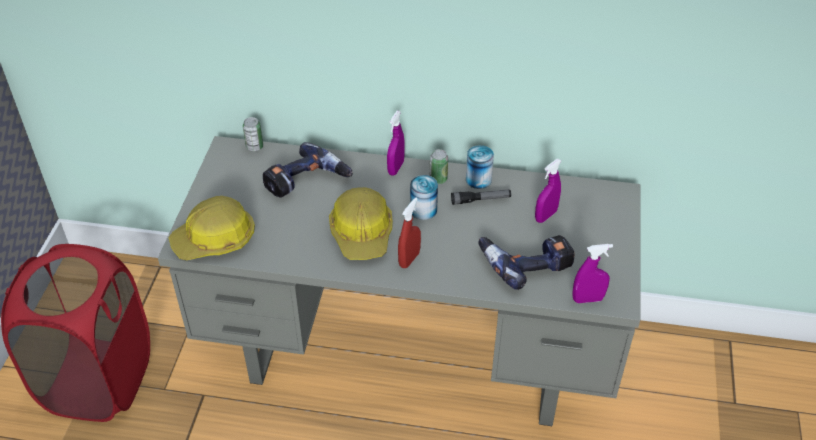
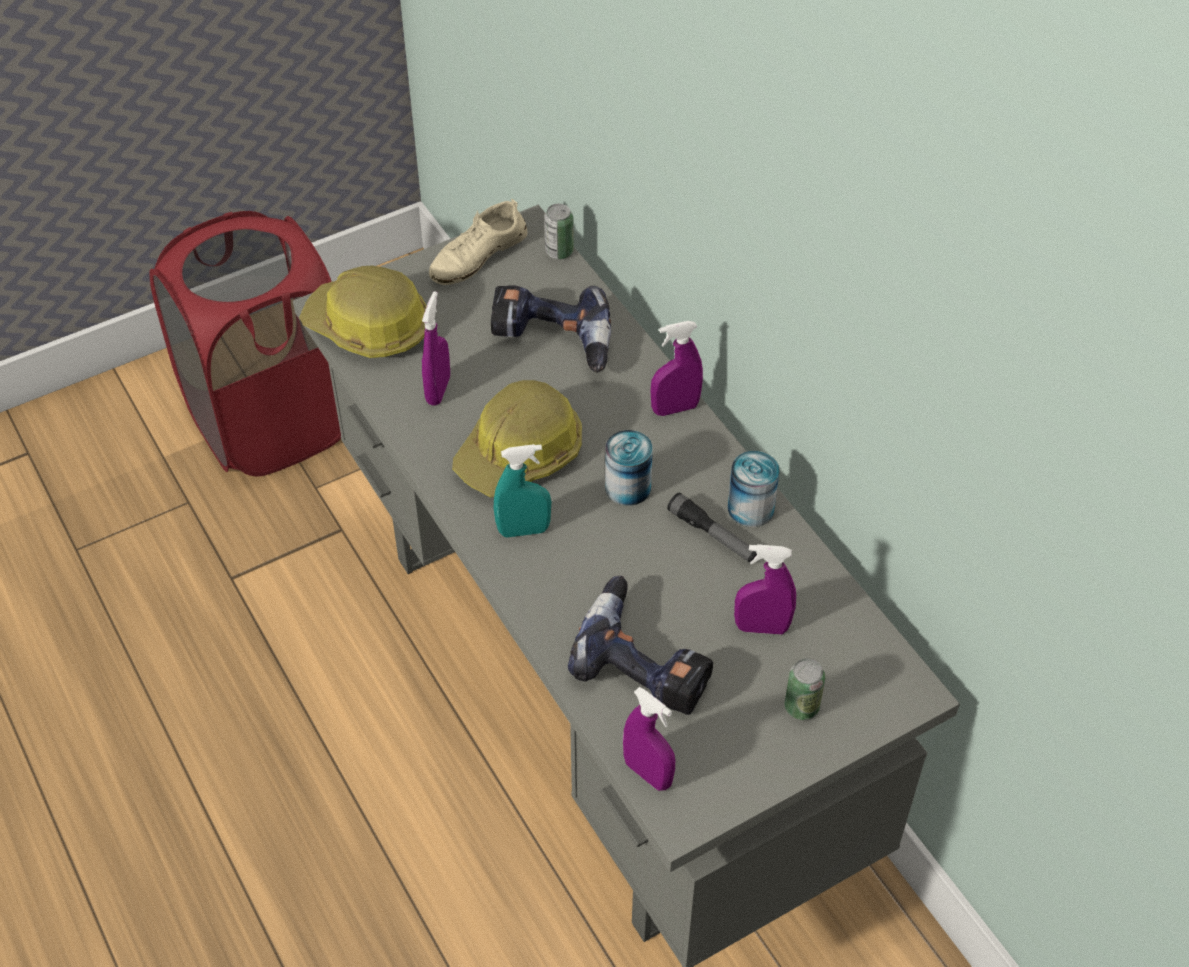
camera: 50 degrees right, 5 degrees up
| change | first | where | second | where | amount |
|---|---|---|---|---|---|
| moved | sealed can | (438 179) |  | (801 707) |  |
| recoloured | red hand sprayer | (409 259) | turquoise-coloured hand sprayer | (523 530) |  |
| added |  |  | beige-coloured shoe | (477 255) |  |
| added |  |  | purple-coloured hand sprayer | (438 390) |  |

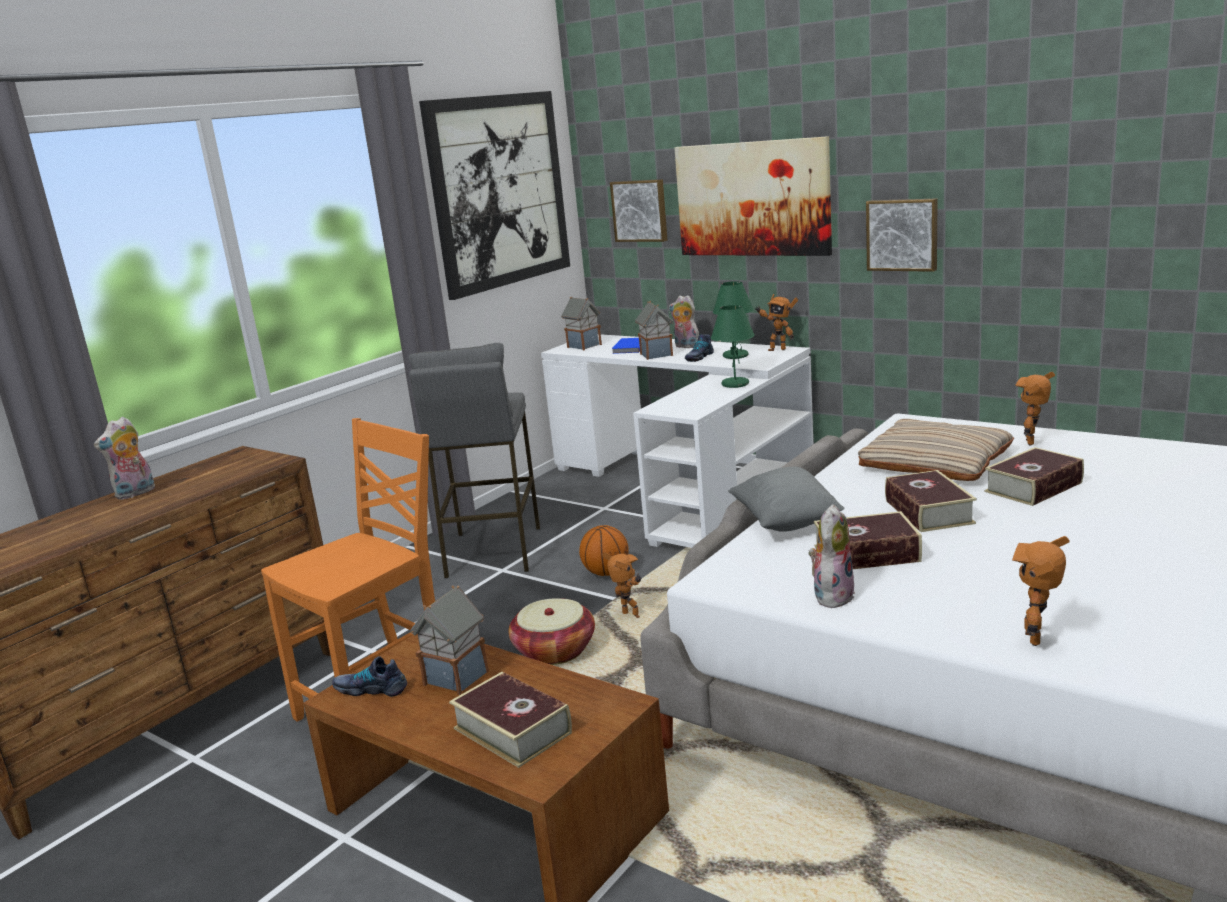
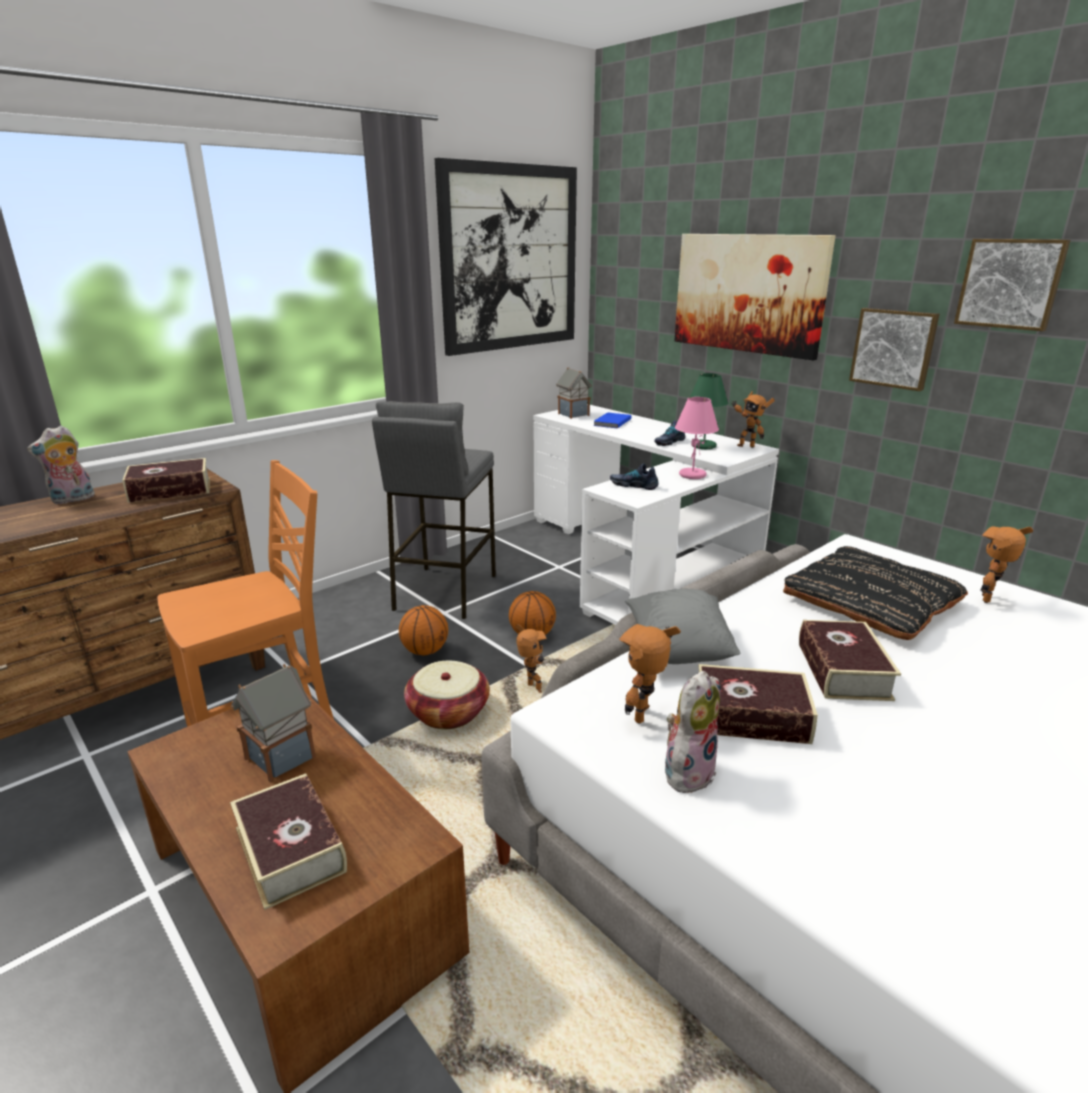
camera: 10 degrees right, 5 degrees up
| change | first | where | second | where | amount |
|---|---|---|---|---|---|
| moved | wall picture | (640 210) |  | (1010 283) |  |
| removed | plush toy | (685 346) |  |  |  |
| removed | miniature house | (657 355) |  |  |  |
| recoloured | green lamp for a table | (735 384) | pinkish lamp for a table | (692 475) |  |
| recoloured | beige-coloured pillow | (936 461) | blackish pillow | (871 602) |  |
| moved | bound book | (1033 487) |  | (170 490) |  |
| moved | toy robot | (1037 638) |  | (647 716) |  |
| moved | shoe | (371 689) |  | (634 485) |  |
| added |  |  | ball for basketball | (425 651) |  |

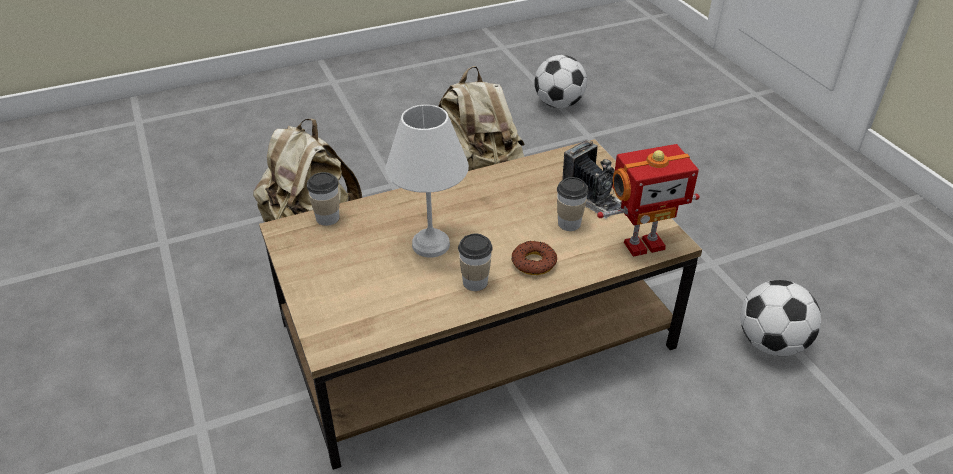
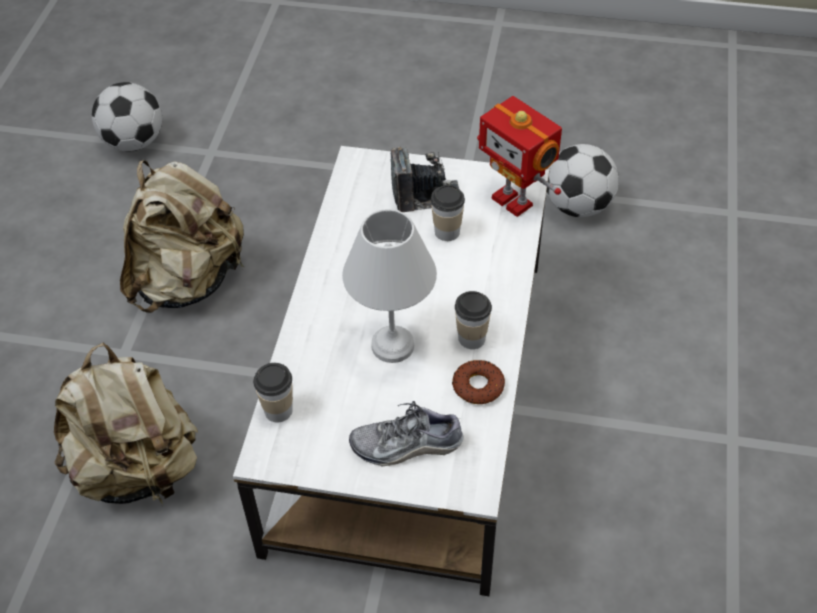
camera: 55 degrees left, 10 degrees up
| change | first | where | second | where | amount |
|---|---|---|---|---|---|
| recoloured | brown low table | (478 333) | white-coloured low table | (410 395) |  |
| turned | toy robot | (642 244) |  | (514 200) | 120 degrees clockwise |
| moved | donut | (533 262) |  | (478 386) |  |
| added |  |  | shoe | (406 445) |  |

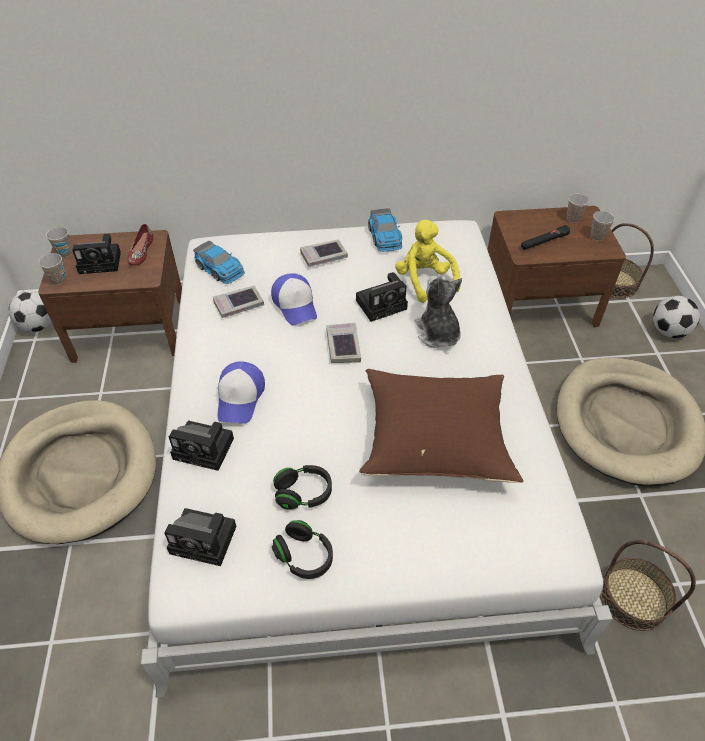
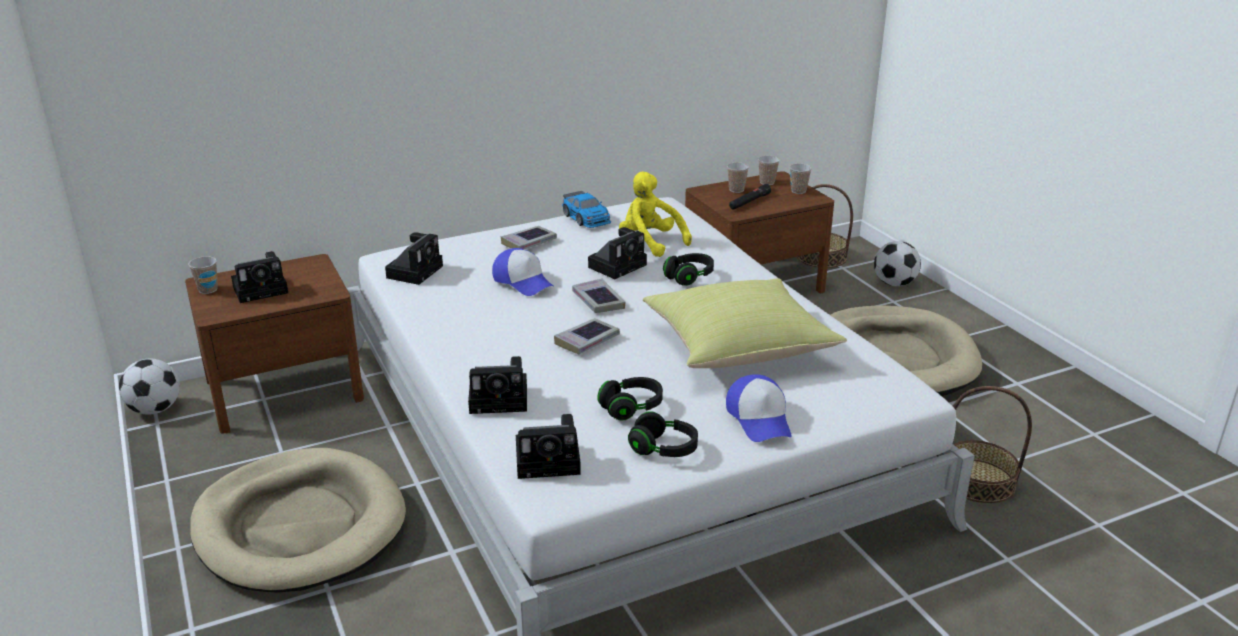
camera: 20 degrees left, 20 degrees down
| change | first | where | second | where | amount |
|---|---|---|---|---|---|
| removed | red shoe | (140 252) |  |  |  |
| replaced | model car | (220 269) | photo camera | (415 271) |  |
| moved | small cup | (58 280) |  | (736 190) |  |
| replaced | plush toy | (437 333) | blackish pair of headphones | (689 277) |  |
| moved | bound book | (239 304) |  | (587 341) |  |
| moved | peaked cap | (240 397) |  | (759 419) |  |
| recoloured | brown pillow | (436 440) | yellow pillow | (739 348) |  |

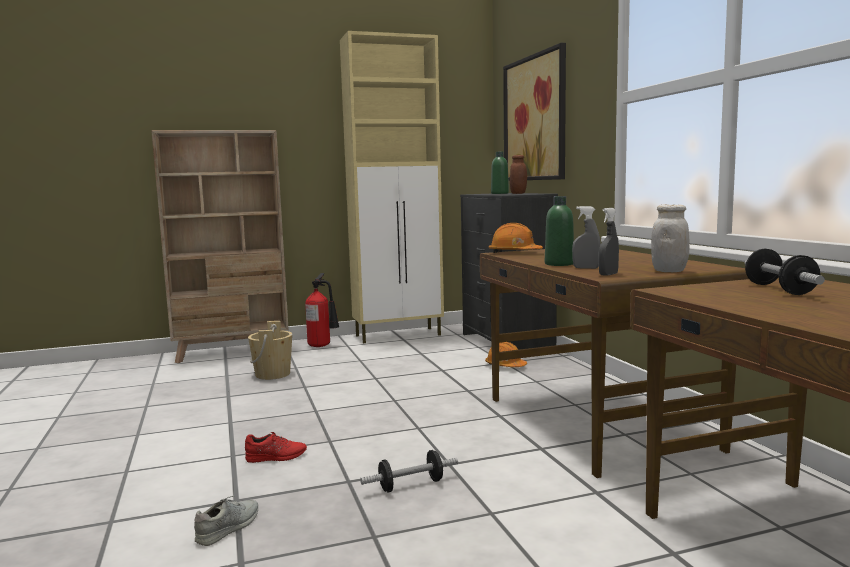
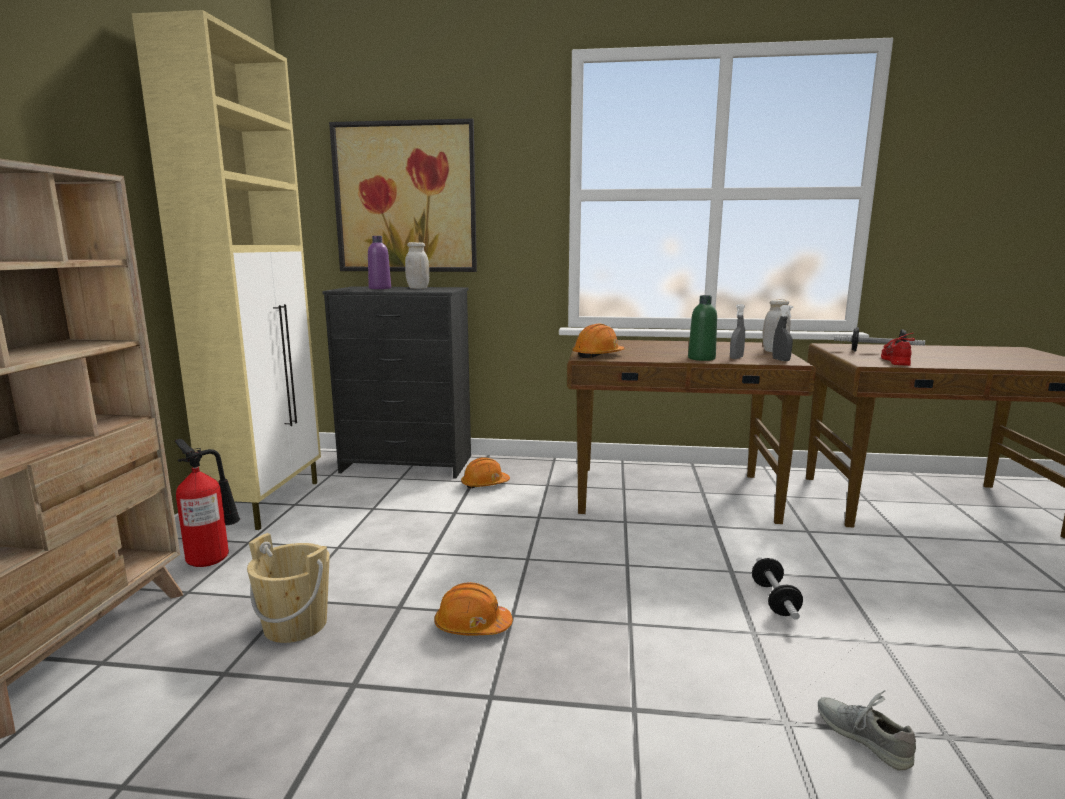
camera: 65 degrees left, 5 degrees up
| change | first | where | second | where | amount |
|---|---|---|---|---|---|
| recoloured | green drink bottle | (499 193) | purple-coloured drink bottle | (380 288) |  |
| recoloured | brown preserve jar | (518 193) | white-coloured preserve jar | (418 288) |  |
| moved | red shoe | (276 457) |  | (895 361) |  |
| added |  |  | orange work helmet | (472 625) |  |

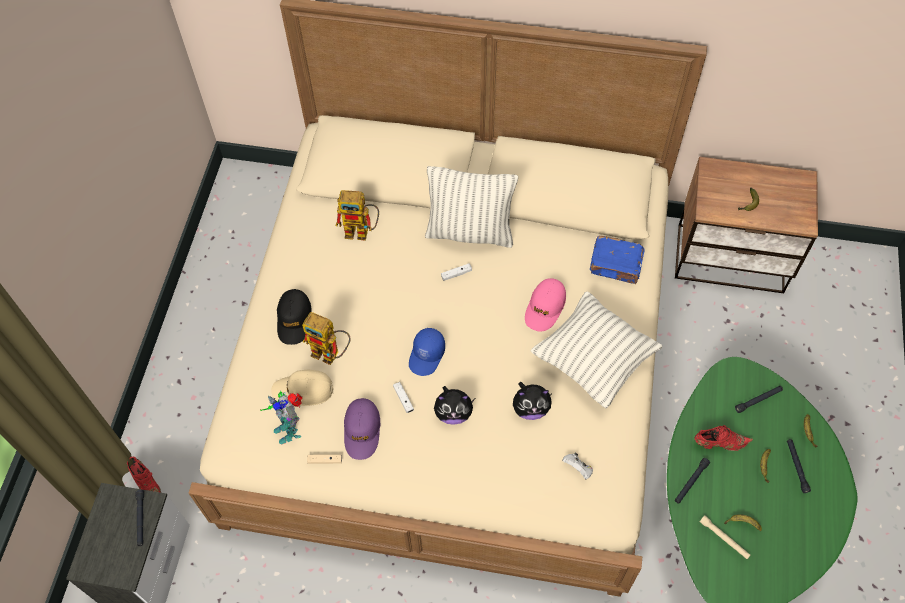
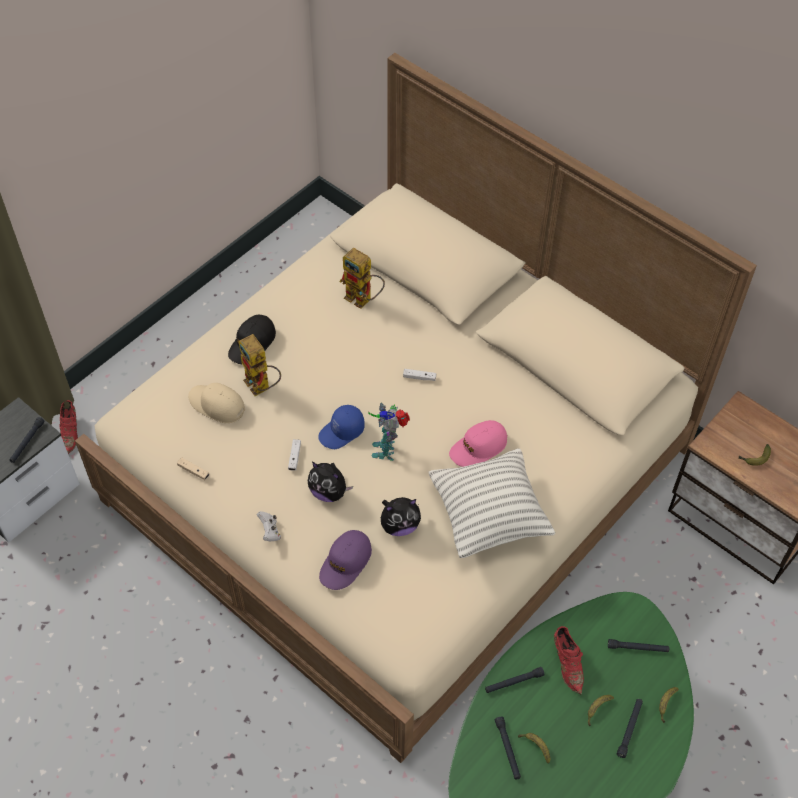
camera: 30 degrees right, 5 degrees down
| change | first | where | second | where | amount |
|---|---|---|---|---|---|
| removed | pillow | (470 232) |  |  |  |
| removed | blue-coloured bound book | (616 265) |  |  |  |
| turned | plush toy | (530 408) |  | (399 525) | 45 degrees counterclockwise |
| moved | toy robot | (289 429) |  | (387 449) |  |
| moved | purple-coloured peaked cap | (362 431) |  | (345 563) |  |
| turned | red shoe | (718 443) |  | (567 664) | 45 degrees clockwise |
| moved | white-coloured game controller | (578 468) |  | (270 531) |  |
| recoloured | beige-coloured hand torch | (724 539) | blackish hand torch | (507 749) |  |

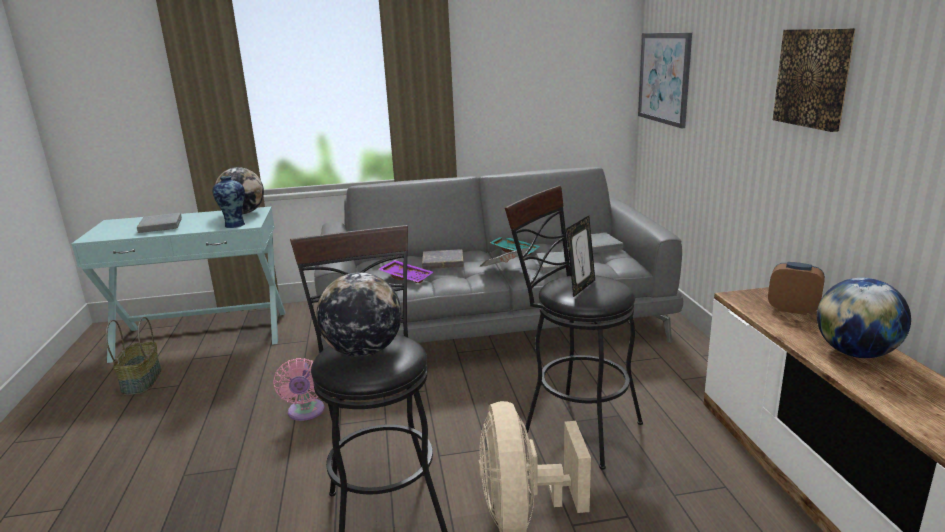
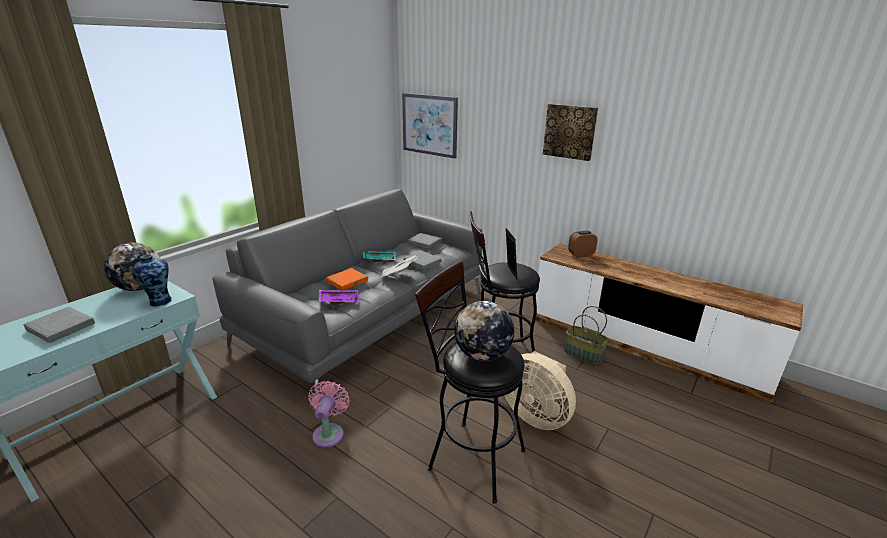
camera: 45 degrees left, 5 degrees up
| change | first | where | second | where | amount |
|---|---|---|---|---|---|
| recoloured | grey bound book | (443 262) | orange bound book | (347 281) |  |
| removed | desk globe | (855 353) |  |  |  |
| moved | household basket | (141 381) |  | (583 354) |  |
| turned | pinkish cooling fan | (306 412) |  | (329 432) | 120 degrees counterclockwise |

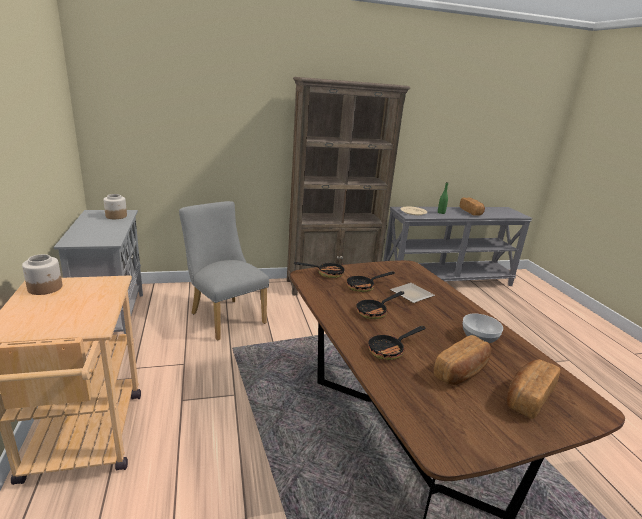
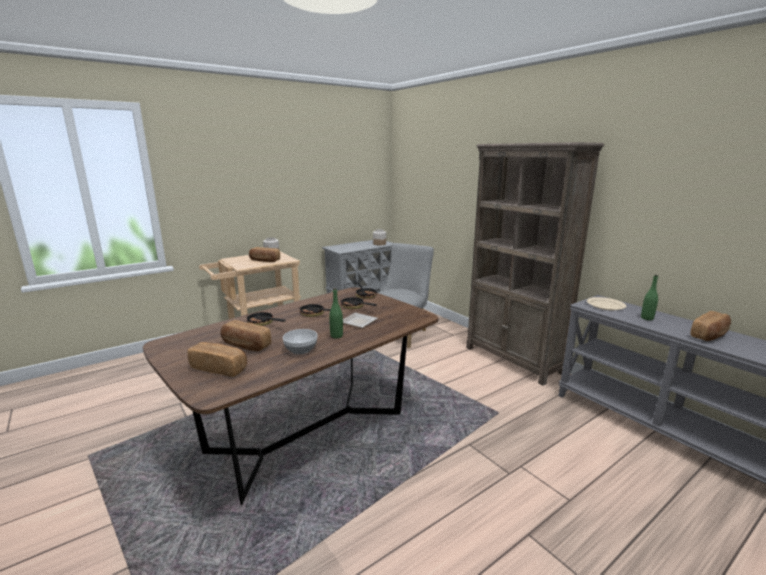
camera: 70 degrees right, 5 degrees down
| change | first | where | second | where | amount |
|---|---|---|---|---|---|
| added |  |  | bread | (264 260) |  |
| added |  |  | green drink bottle | (336 336) |  |

